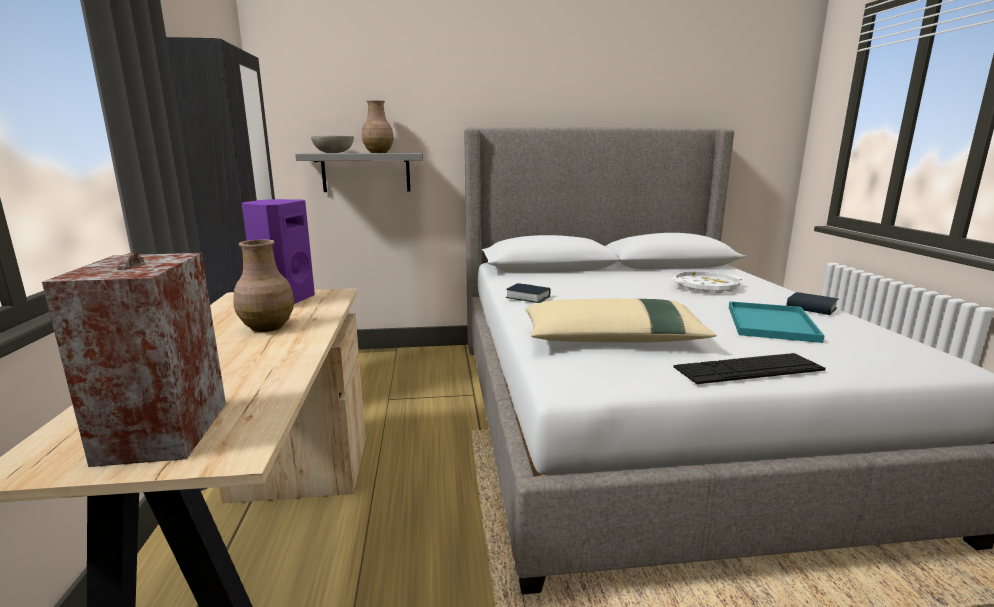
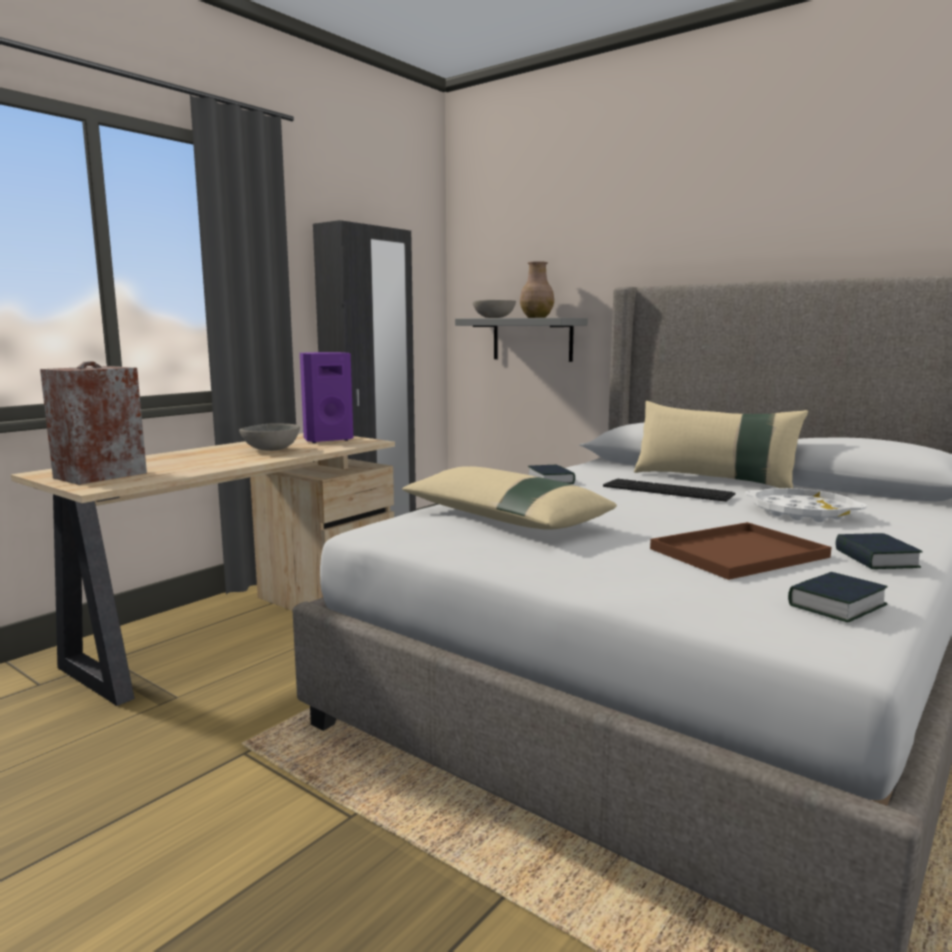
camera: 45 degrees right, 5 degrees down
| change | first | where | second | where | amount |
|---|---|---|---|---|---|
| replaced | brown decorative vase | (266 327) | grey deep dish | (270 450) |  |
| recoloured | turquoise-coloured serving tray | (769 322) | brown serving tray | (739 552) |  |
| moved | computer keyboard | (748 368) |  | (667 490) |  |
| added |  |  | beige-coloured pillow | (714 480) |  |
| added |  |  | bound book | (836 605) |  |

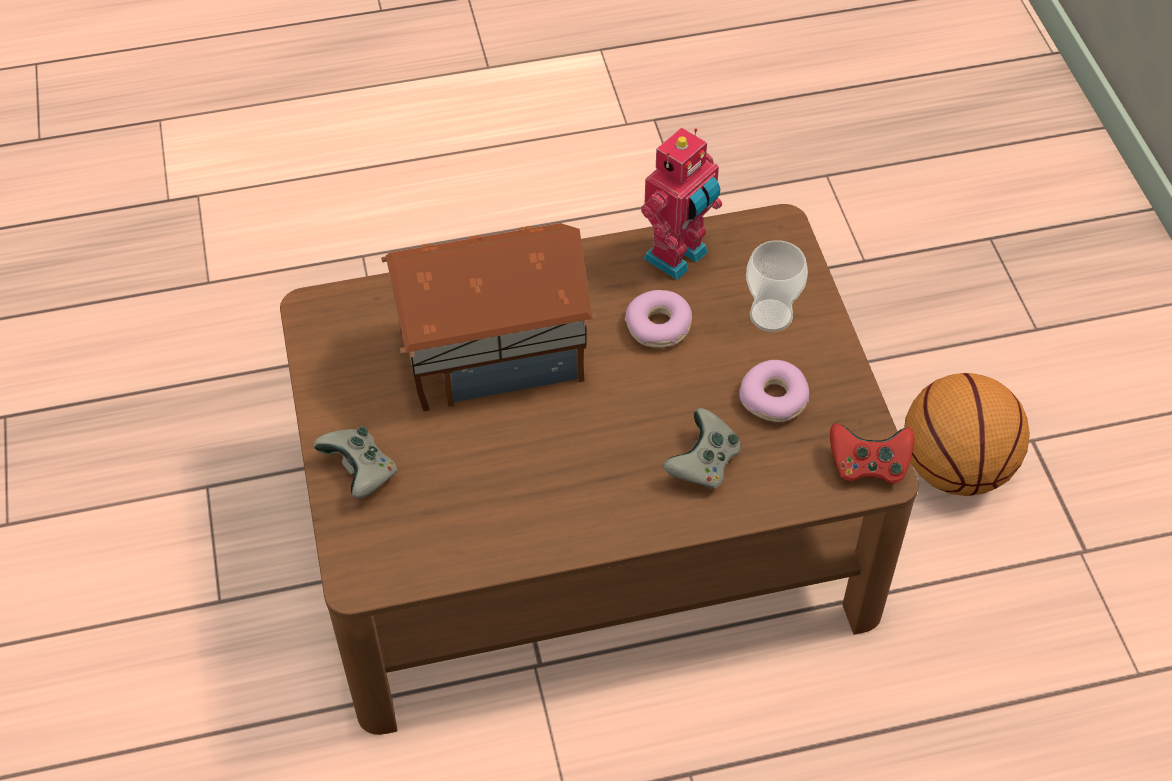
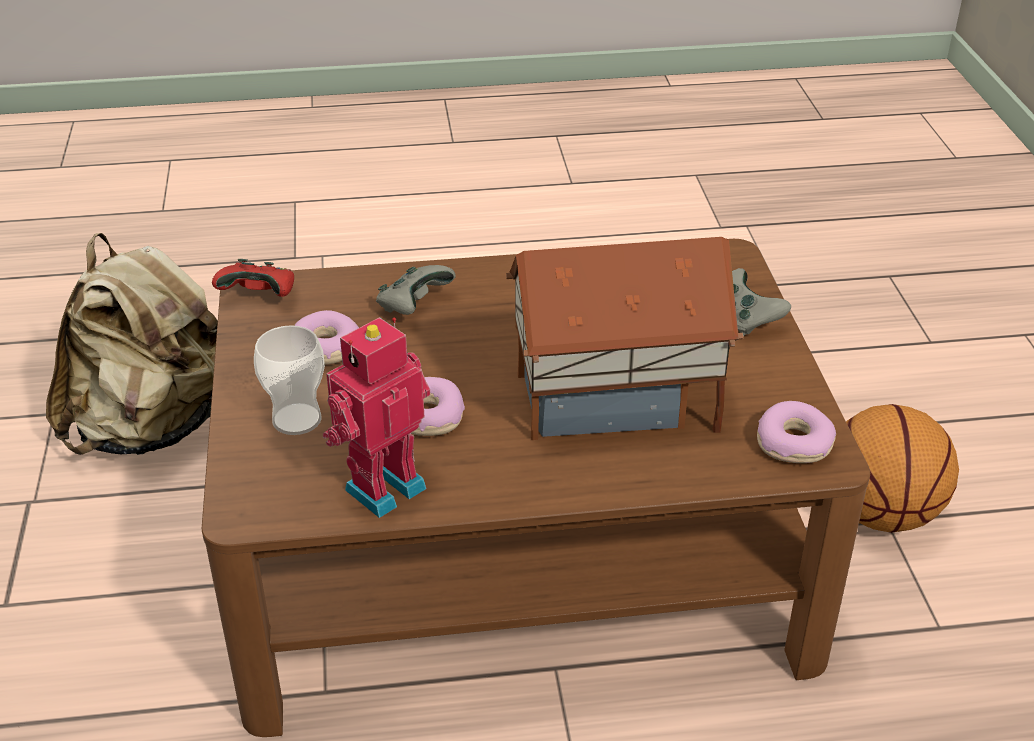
camera: 175 degrees left, 15 degrees down
| change | first | where | second | where | amount |
|---|---|---|---|---|---|
| moved | ball for basketball | (956 469) |  | (879 513) |  |
| added |  |  | beige-coloured backpack | (155 426) |  |
| added |  |  | donut | (794 443) |  |

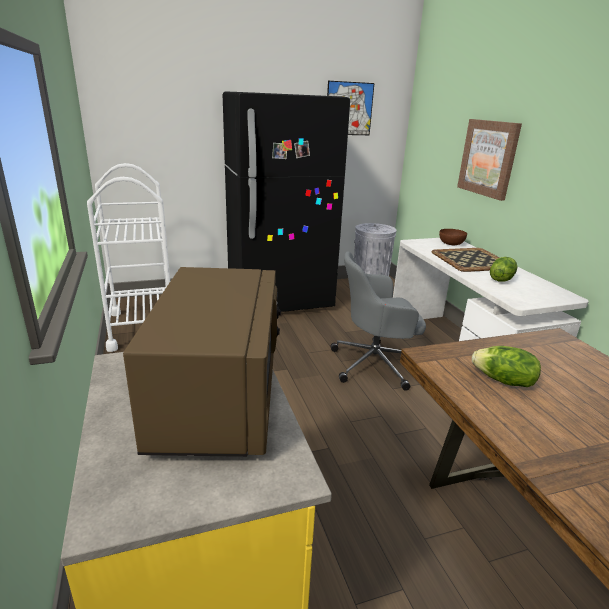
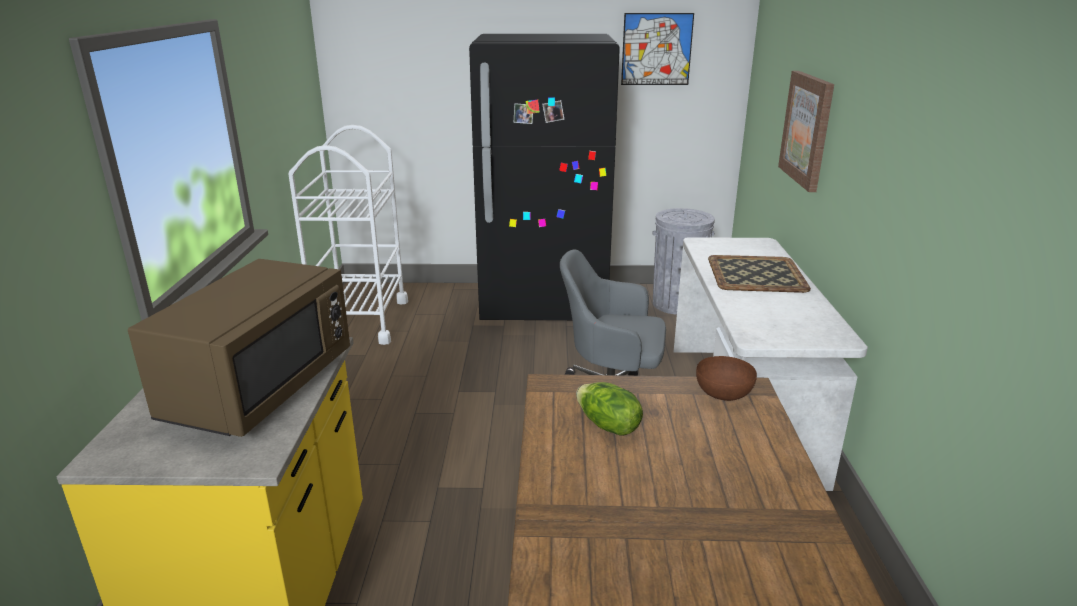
camera: 20 degrees right, 0 degrees up
| change | first | where | second | where | amount |
|---|---|---|---|---|---|
| moved | brown deep dish | (451 243) |  | (724 393) |  |
| removed | head of lettuce | (501 279) |  |  |  |

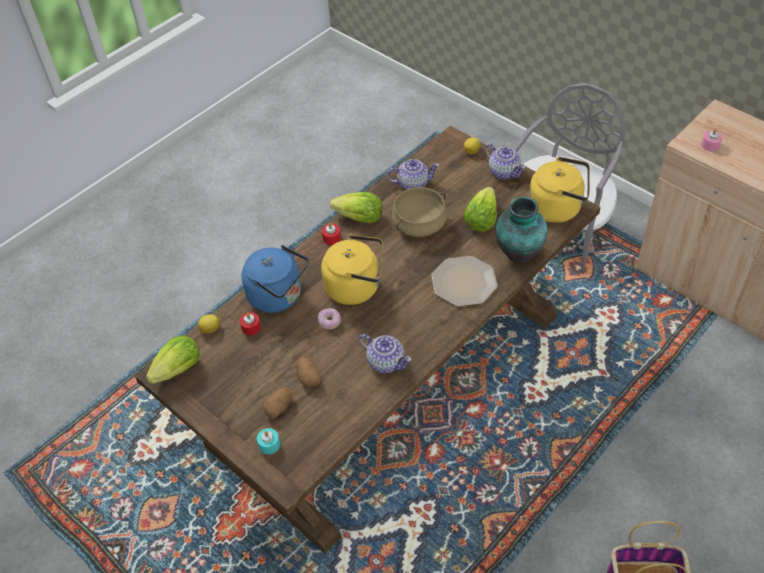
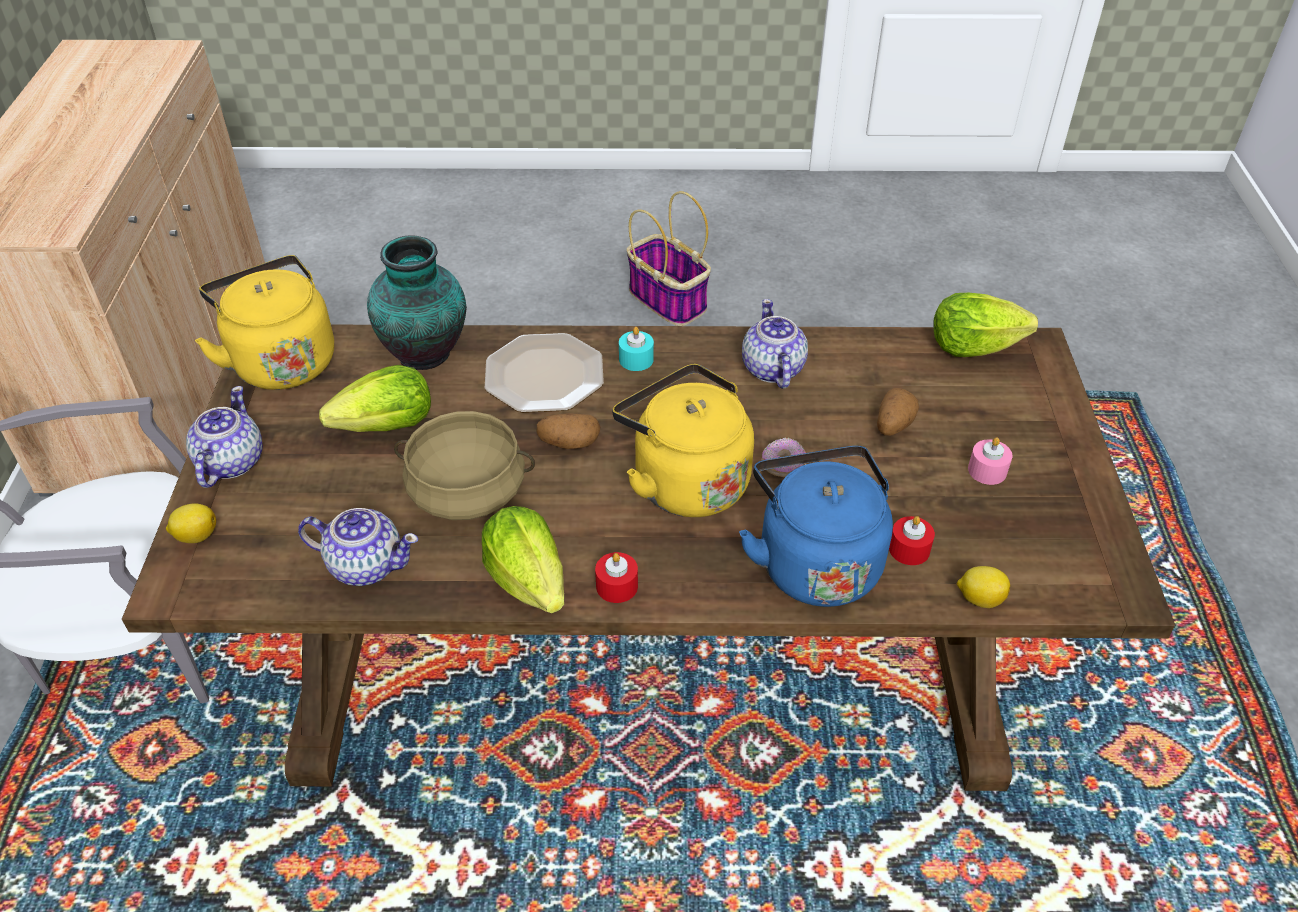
camera: 135 degrees left, 5 degrees down
| change | first | where | second | where | amount |
|---|---|---|---|---|---|
| moved | pinkish wax candle | (710 145) |  | (987 470) |  |
| turned | teapot | (412 184) |  | (365 564) | 150 degrees clockwise |
| moved | head of lettuce | (178 369) |  | (972 347) |  |
| moved | spud | (279 407) |  | (569 443) |  |
| moved | turquoise-coloured wax candle | (269 444) |  | (636 359) |  |

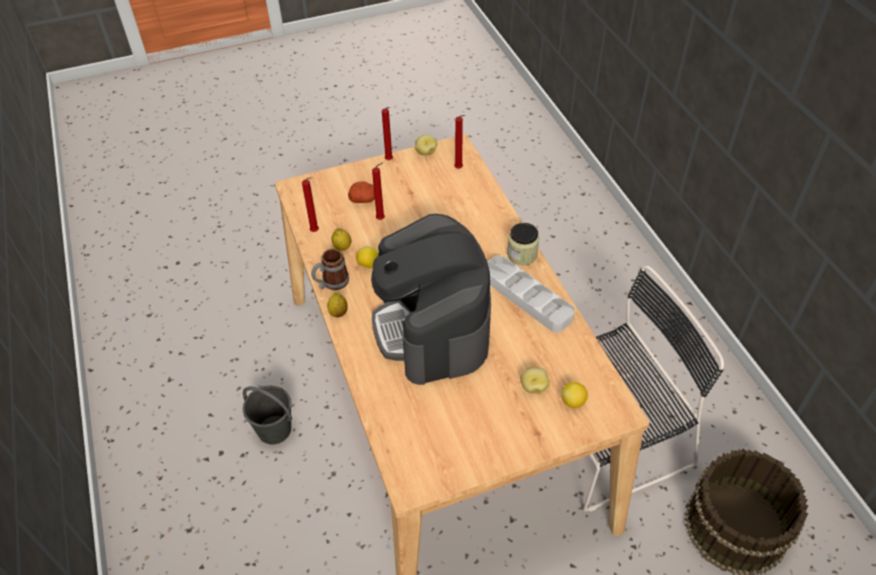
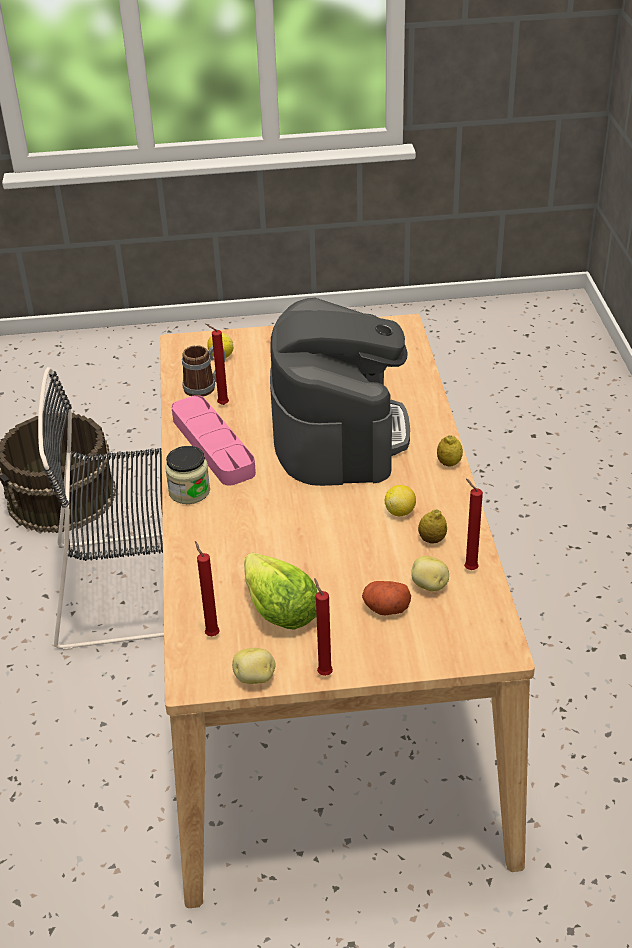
camera: 165 degrees left, 10 degrees down
| change | first | where | second | where | amount |
|---|---|---|---|---|---|
| moved | red wax candle | (382 219) |  | (221 404) |  |
| moved | mug | (331 283) |  | (205 386) |  |
| recoloured | grey serving tray | (526 297) | pinkish serving tray | (213 445) |  |
| moved | spud | (533 386) |  | (429 586) |  |
| removed | grey pail | (274 429) |  |  |  |
| added |  |  | head of lettuce | (279 609) |  |

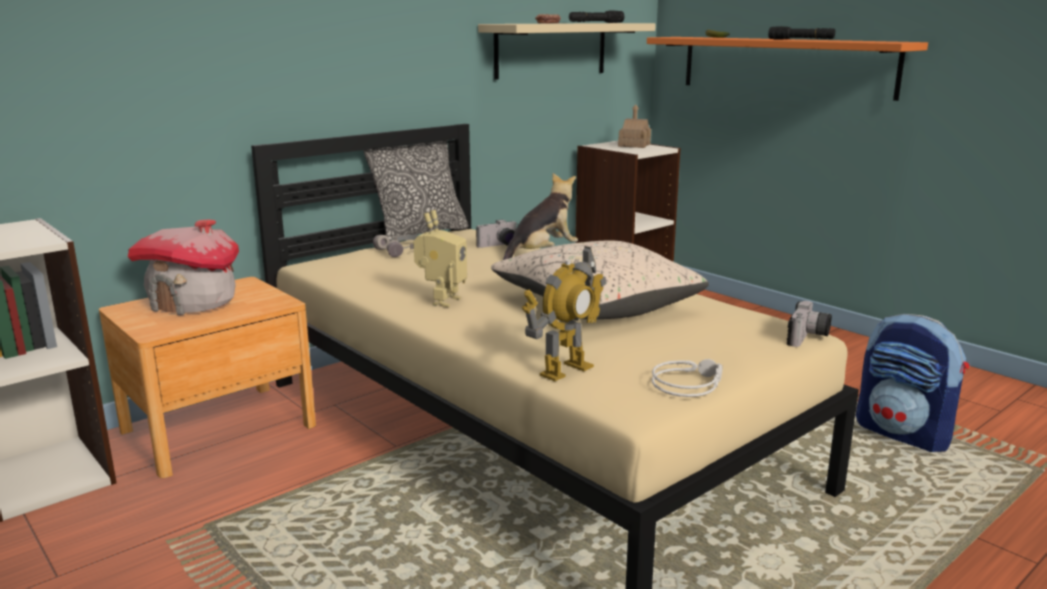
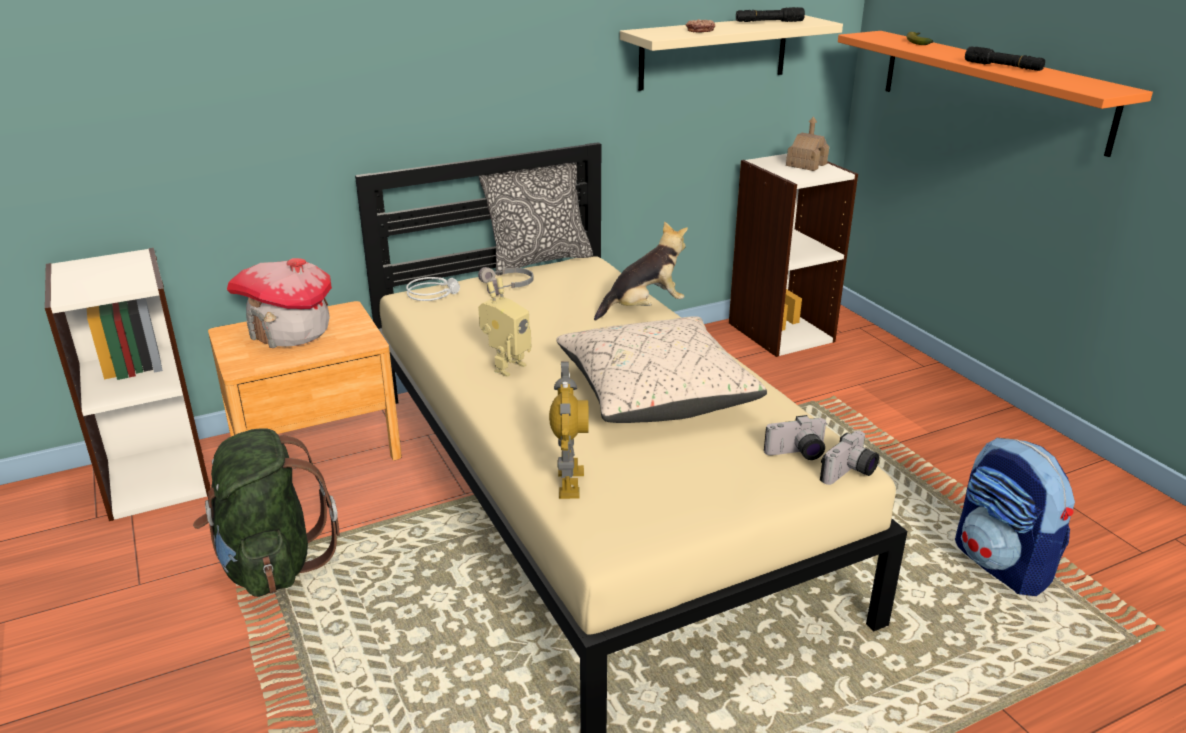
camera: 15 degrees right, 10 degrees up
| change | first | where | second | where | amount |
|---|---|---|---|---|---|
| moved | photo camera | (499 246) |  | (797 454) |  |
| turned | toy robot | (565 370) |  | (569 482) | 60 degrees counterclockwise |
| moved | grey pair of headphones | (687 384) |  | (433 293) |  |
| added |  |  | green backpack | (271 564) |  |

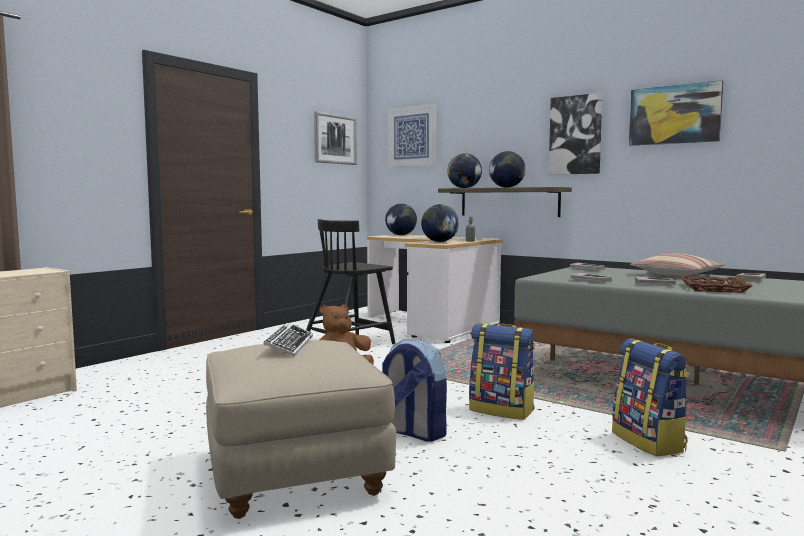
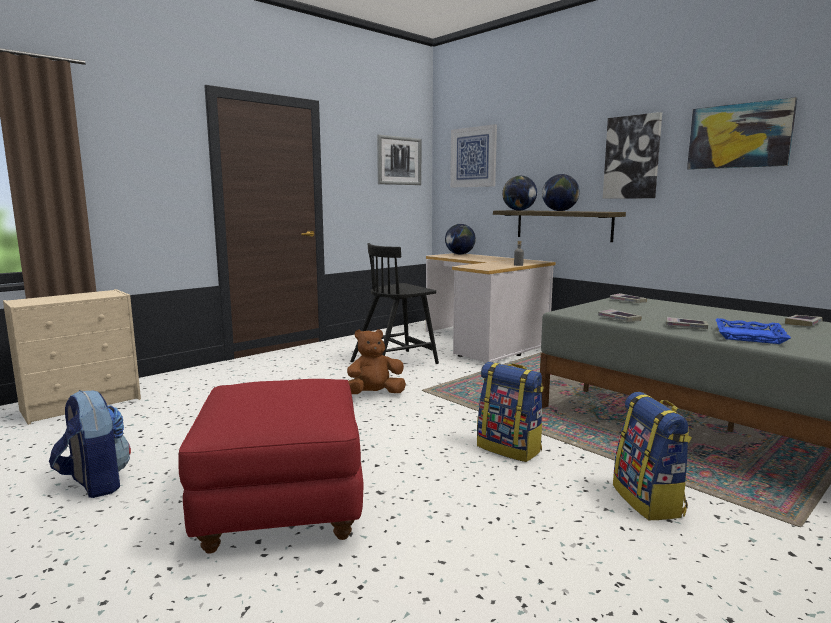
camera: 10 degrees right, 5 degrees up
| change | first | where | second | where | amount |
|---|---|---|---|---|---|
| removed | desk globe | (439 241) |  |  |  |
| removed | pillow | (677 275) |  |  |  |
| recoloured | brown serving tray | (712 288) | blue-coloured serving tray | (748 336) |  |
| removed | computer keyboard | (289 345) |  |  |  |
| moved | backpack | (412 432) |  | (95 483) |  |
| recoloured | beige-coloured ottoman | (294 473) | red ottoman | (281 505) |  |

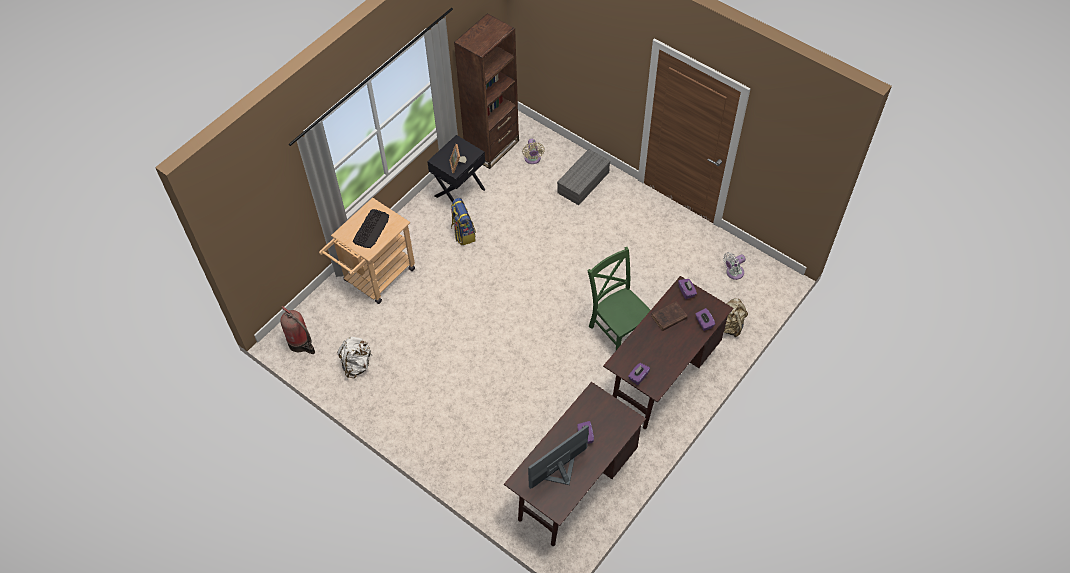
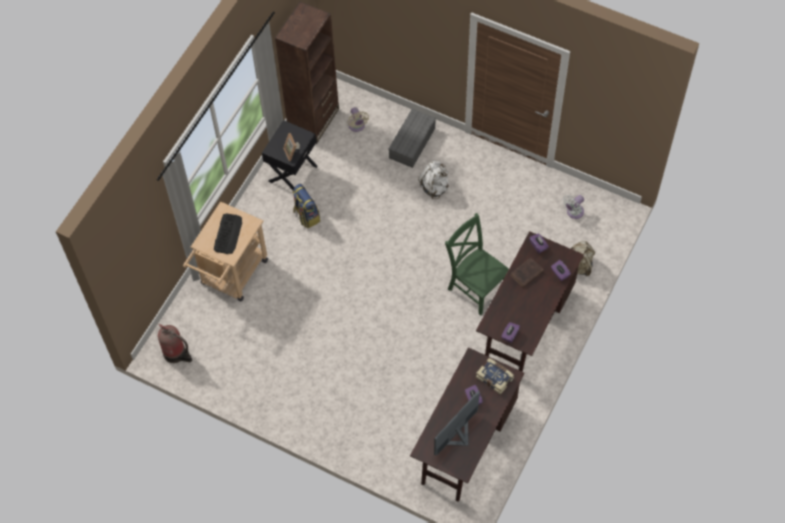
camera: 10 degrees left, 5 degrees up
| change | first | where | second | where | amount |
|---|---|---|---|---|---|
| moved | white-coloured backpack | (357 364) |  | (434 187) |  |
| added |  |  | bound book | (495 377) |  |

